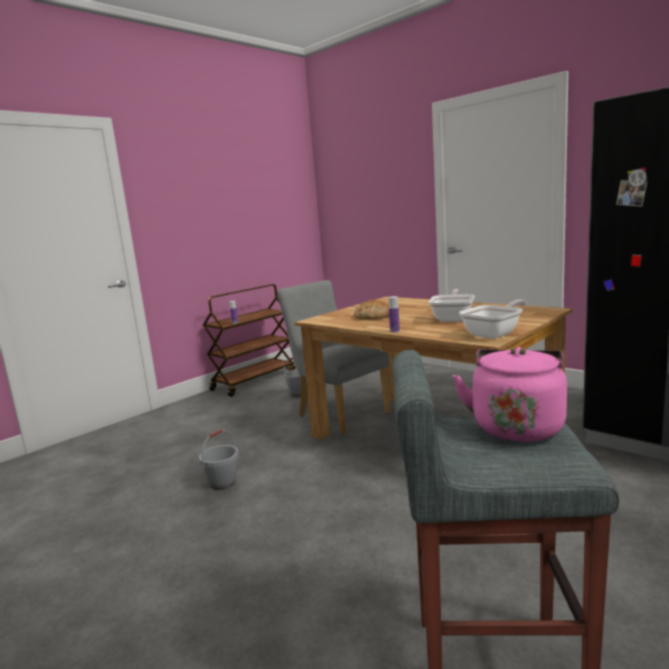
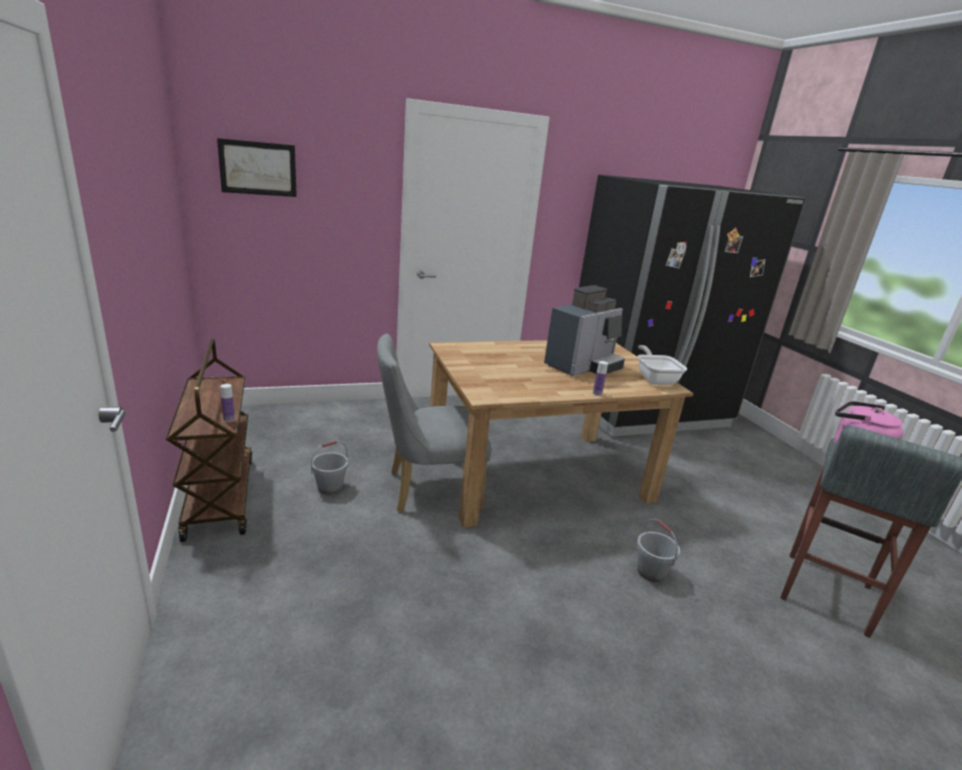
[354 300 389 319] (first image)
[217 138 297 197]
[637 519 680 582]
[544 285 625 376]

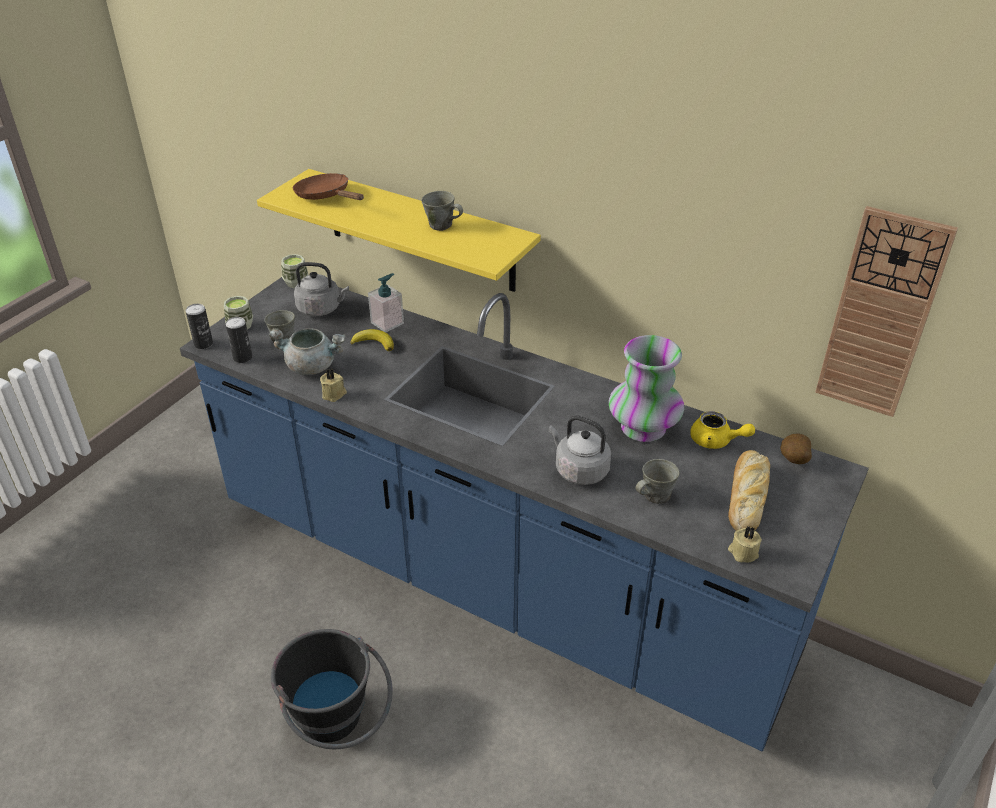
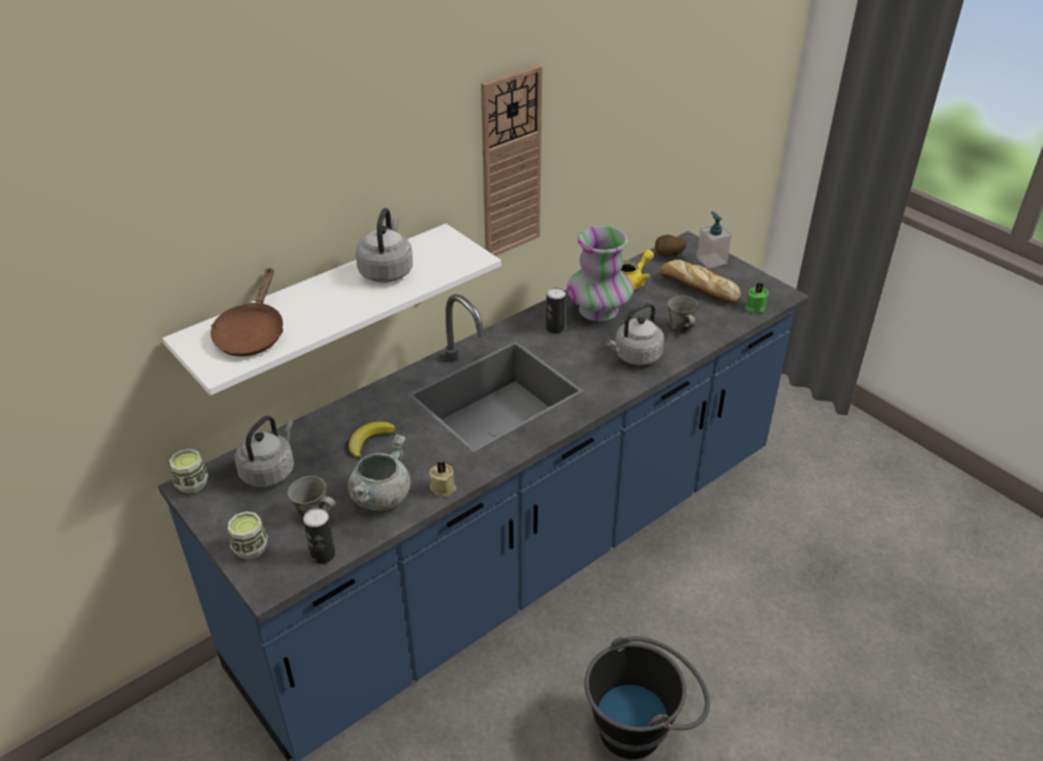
[546 287 566 333]
[697 211 732 268]
[481 64 542 256]
[356 208 413 283]
[162 224 501 395]
[745 282 769 313]
[210 268 283 357]

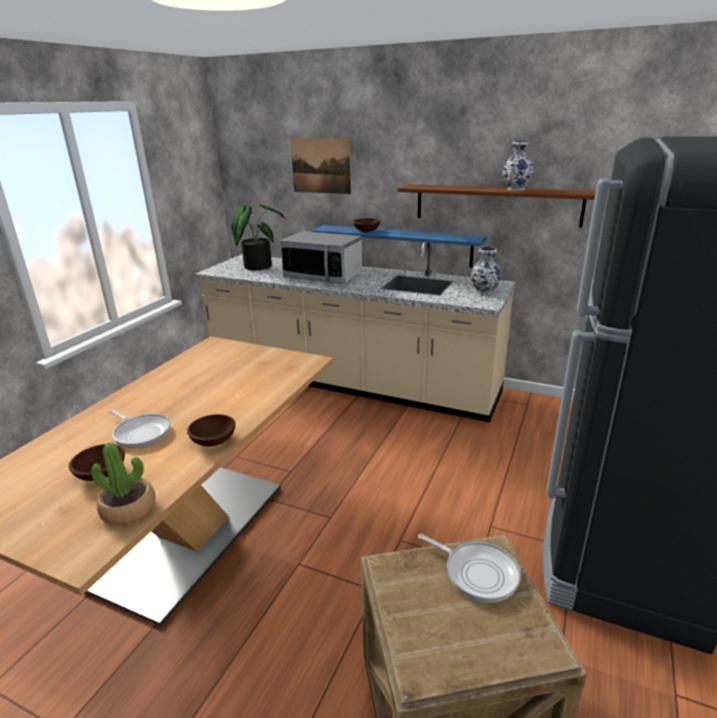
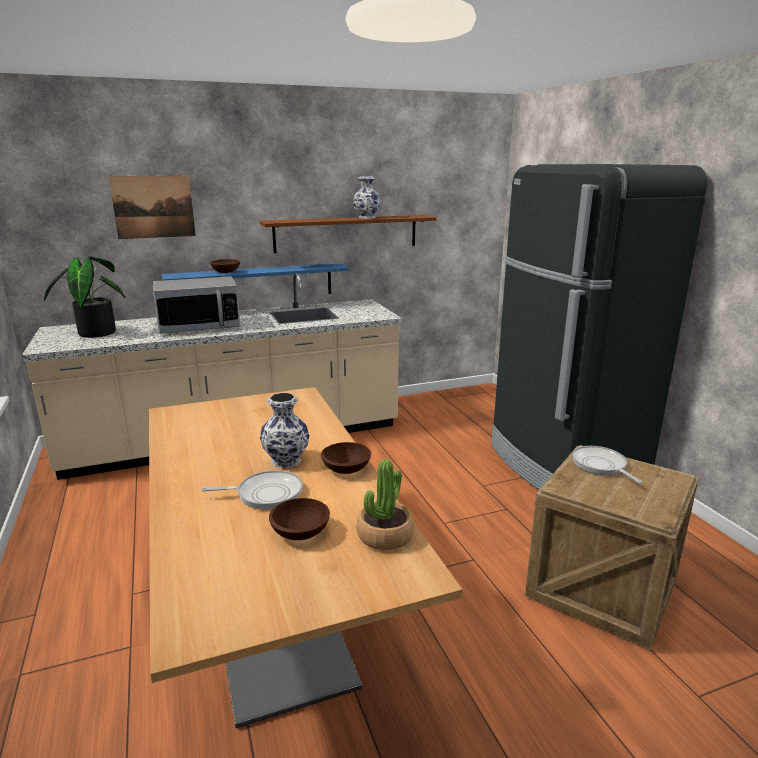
[260 392 309 468]
[572 446 643 483]

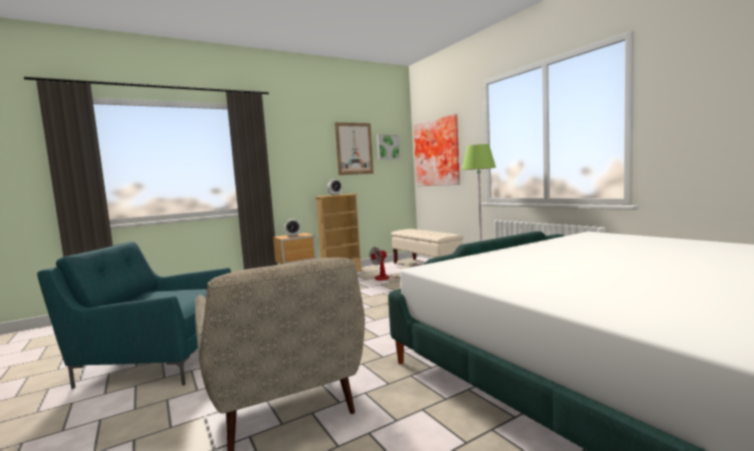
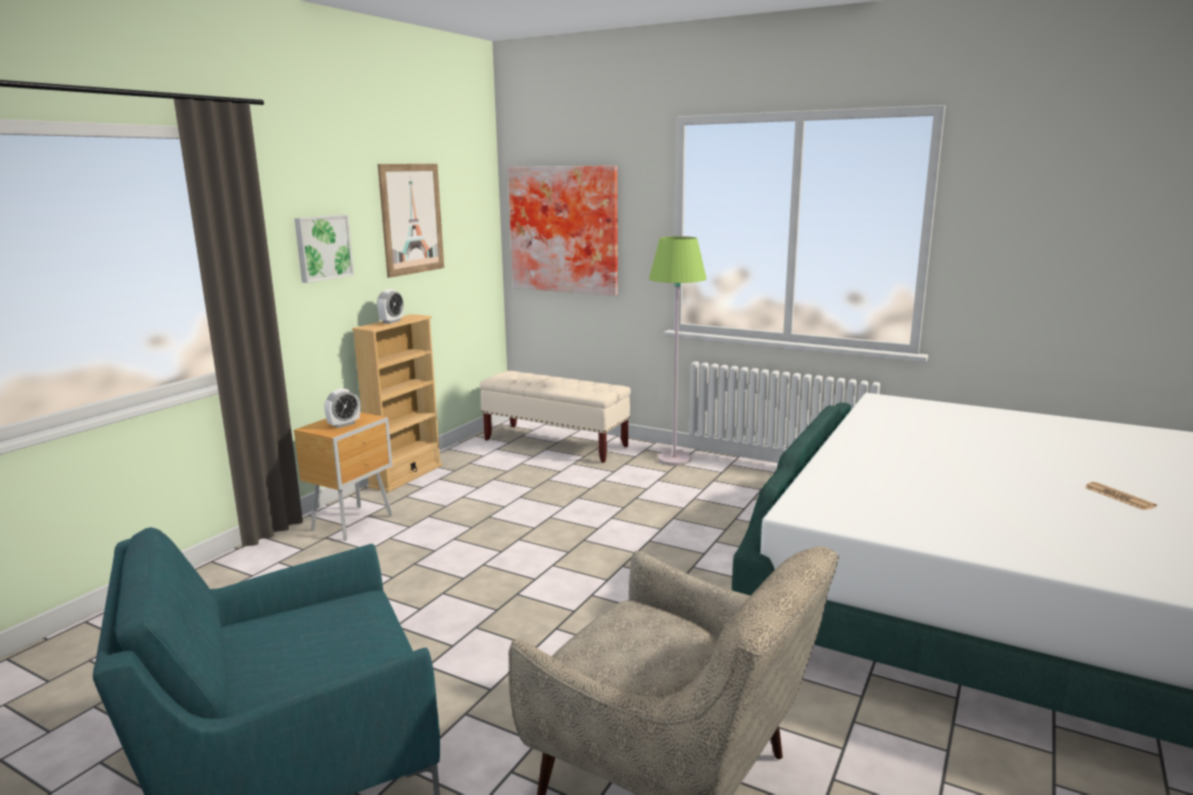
[369 247 417 280] (first image)
[1084 482 1157 510]
[294 215 354 283]

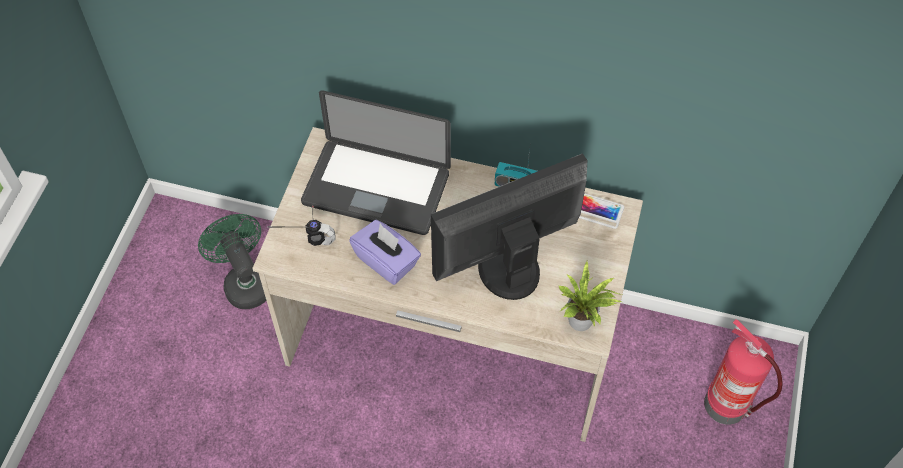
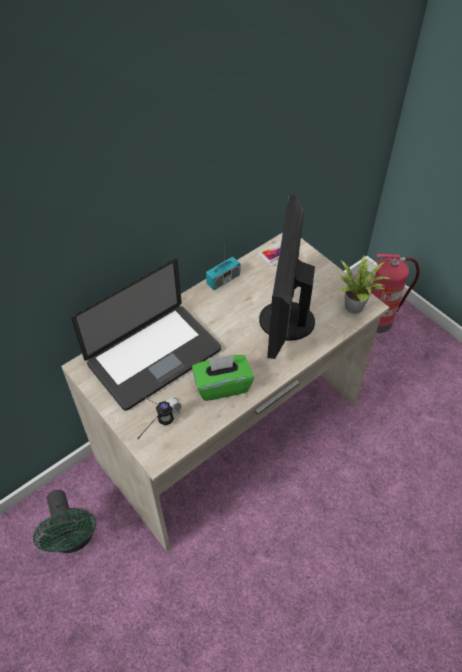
[192 355 254 401]
[33 490 96 553]

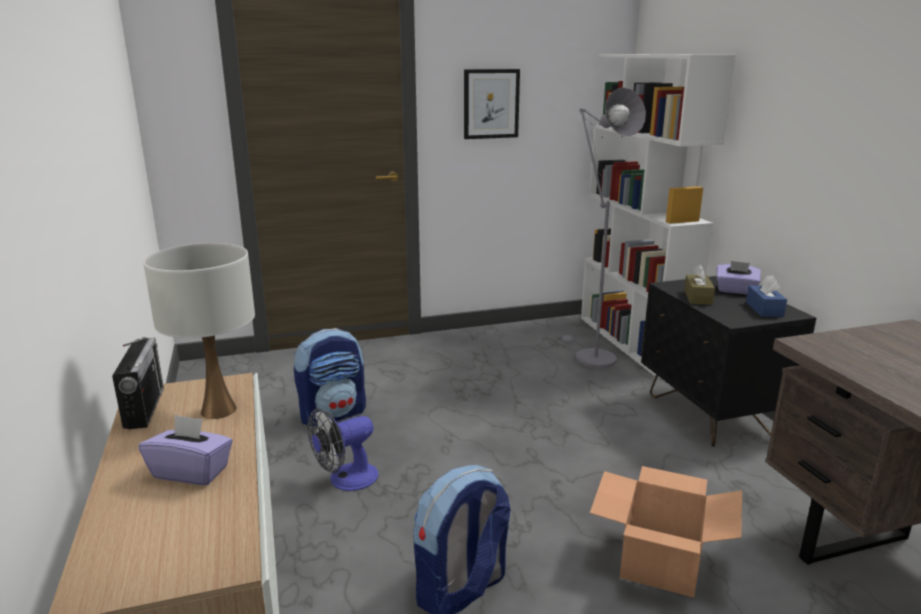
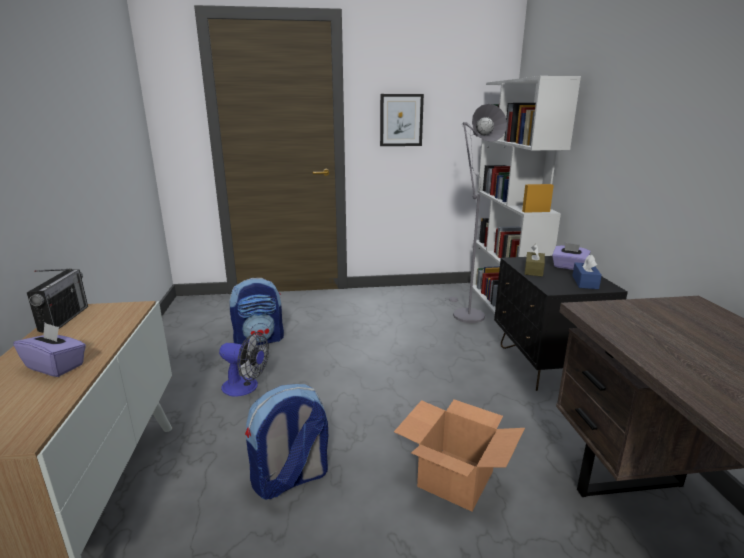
[143 243 255 419] (first image)
[219 332 269 397]

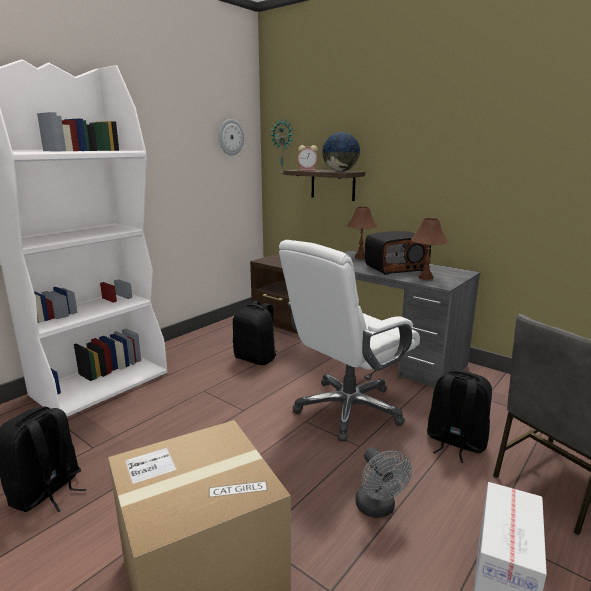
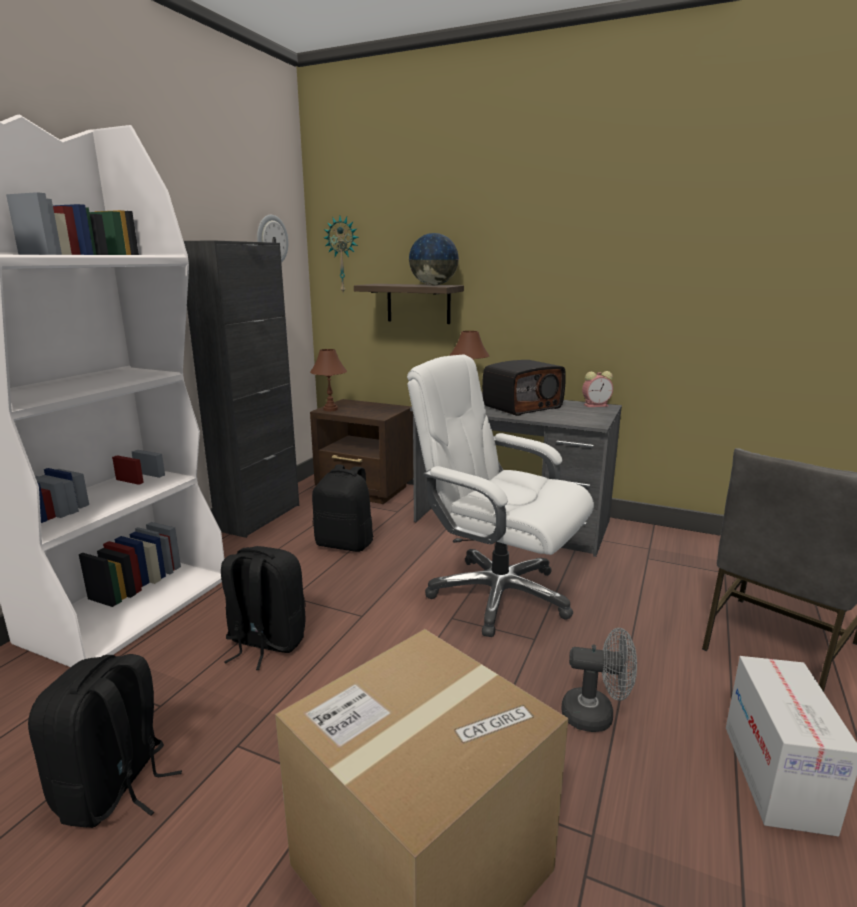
[184 240 299 538]
[582 371 613 407]
[310 349 347 411]
[221 546 306 670]
[407 355 594 637]
[561 628 637 732]

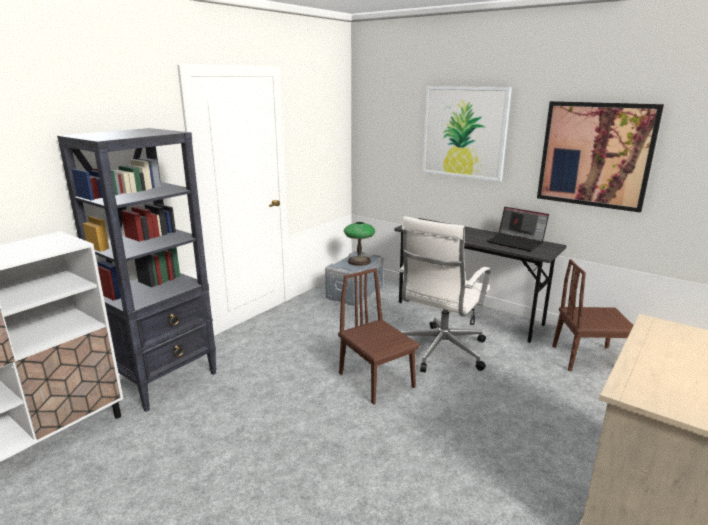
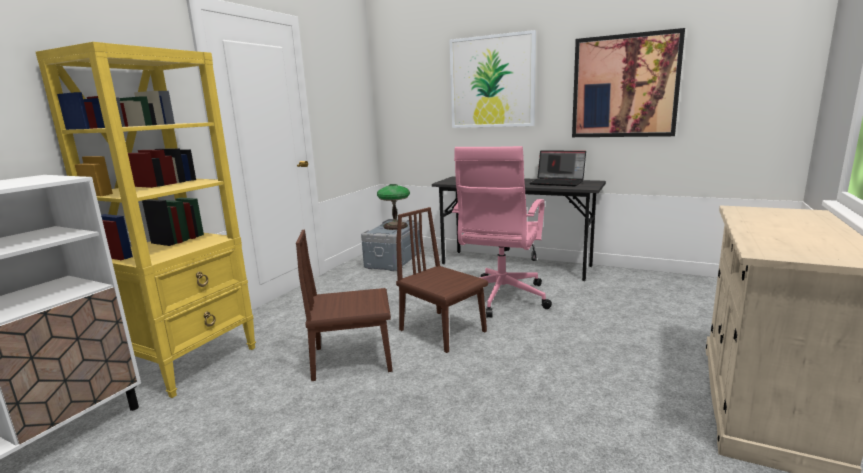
[296 230 393 381]
[36 42 256 398]
[452 146 552 318]

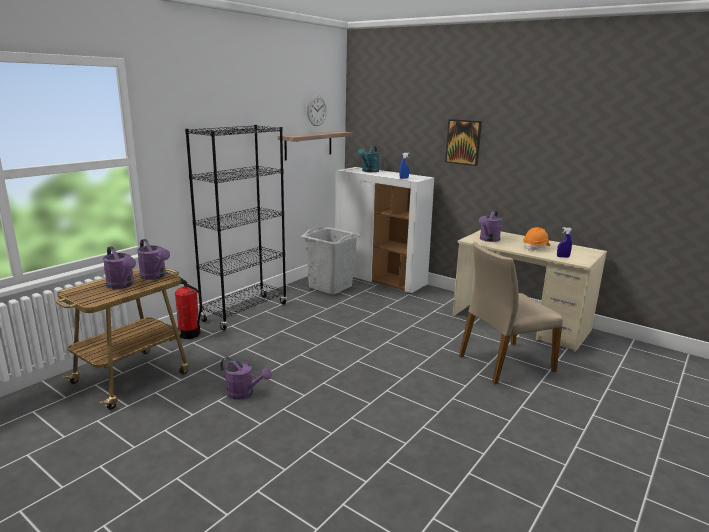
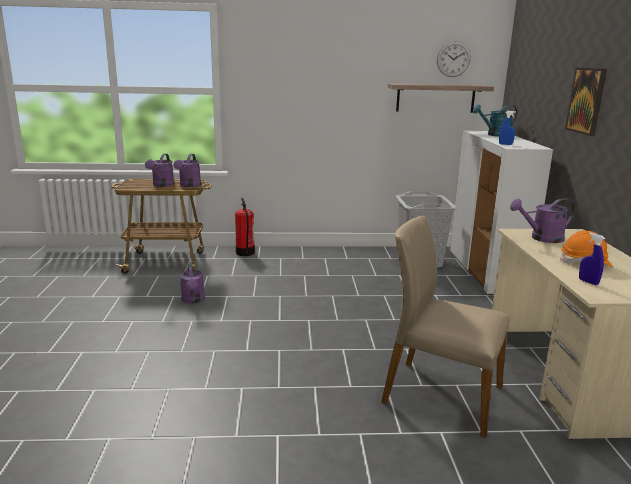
[185 125 287 330] (first image)

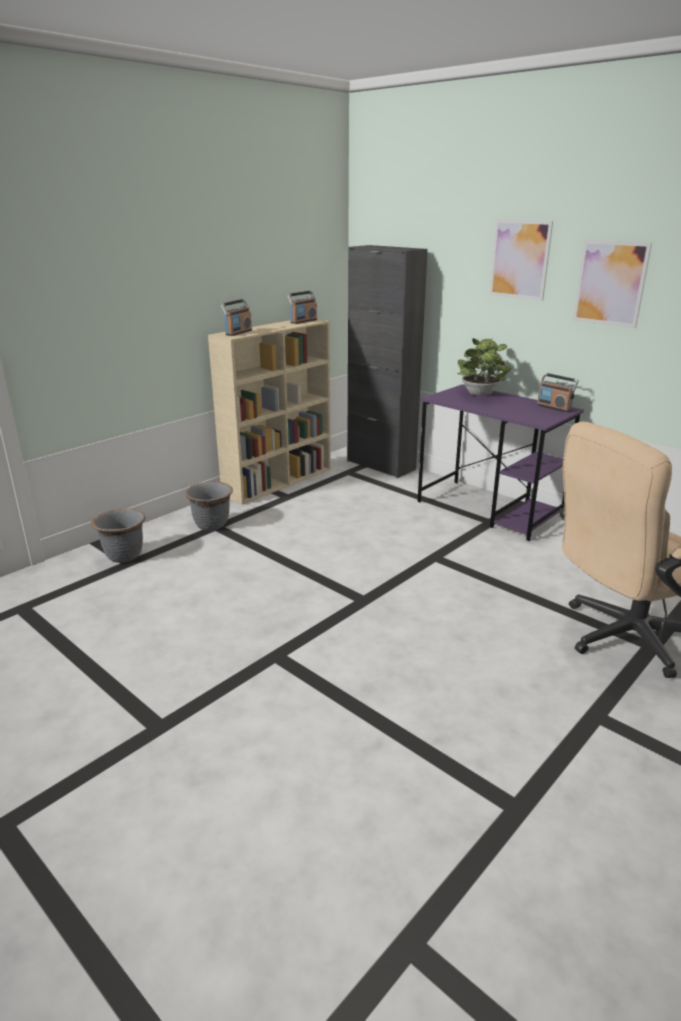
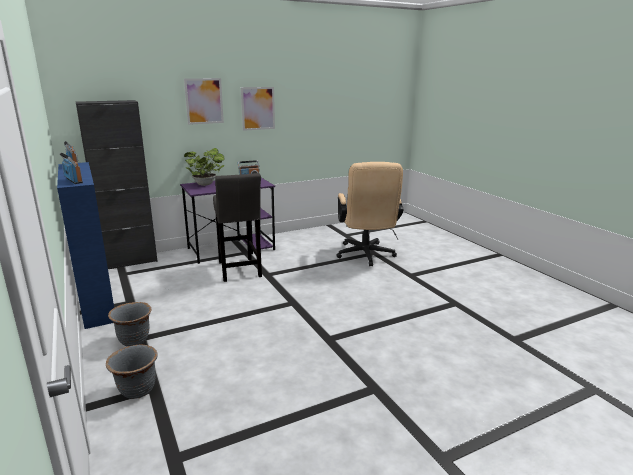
[213 173 262 282]
[57 162 114 329]

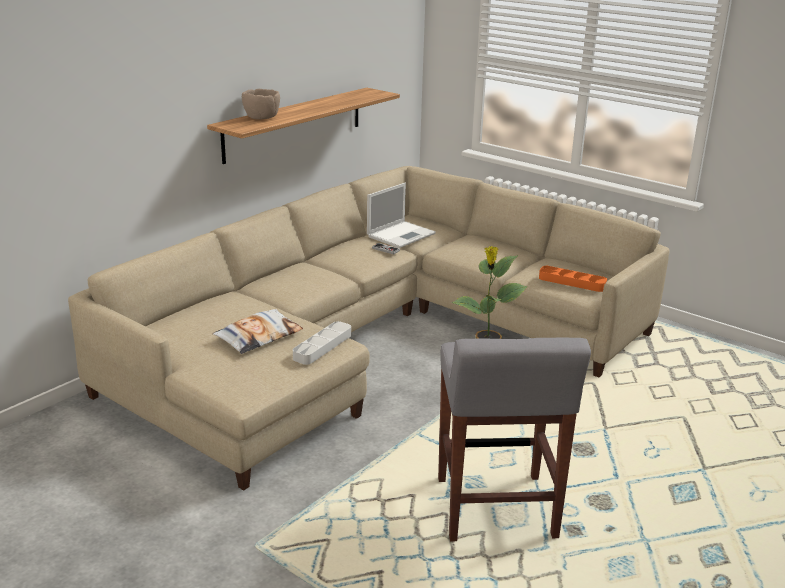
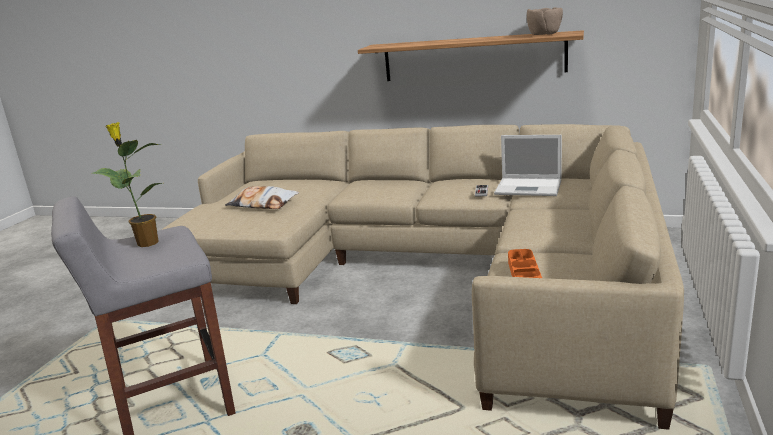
[293 321 351 365] (first image)
[527 7 563 35]

